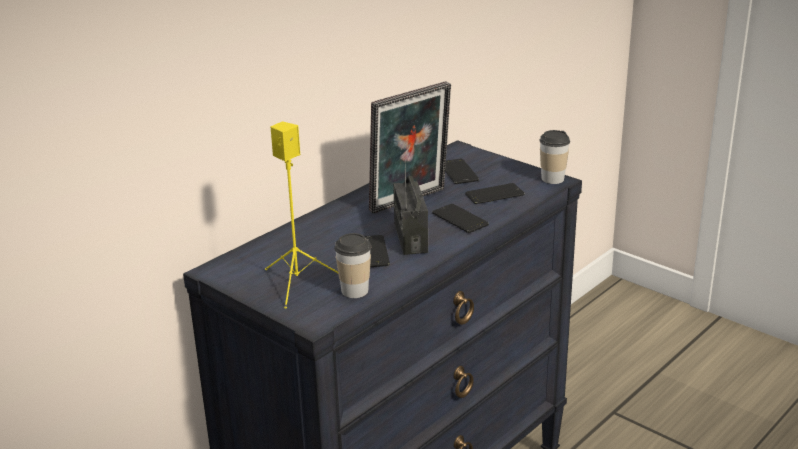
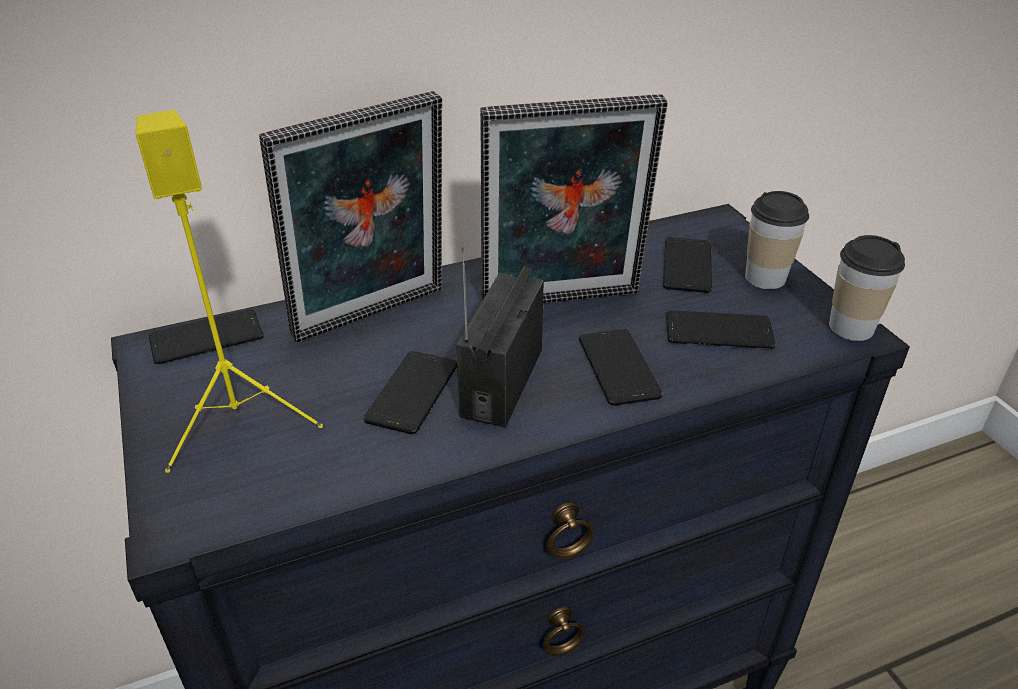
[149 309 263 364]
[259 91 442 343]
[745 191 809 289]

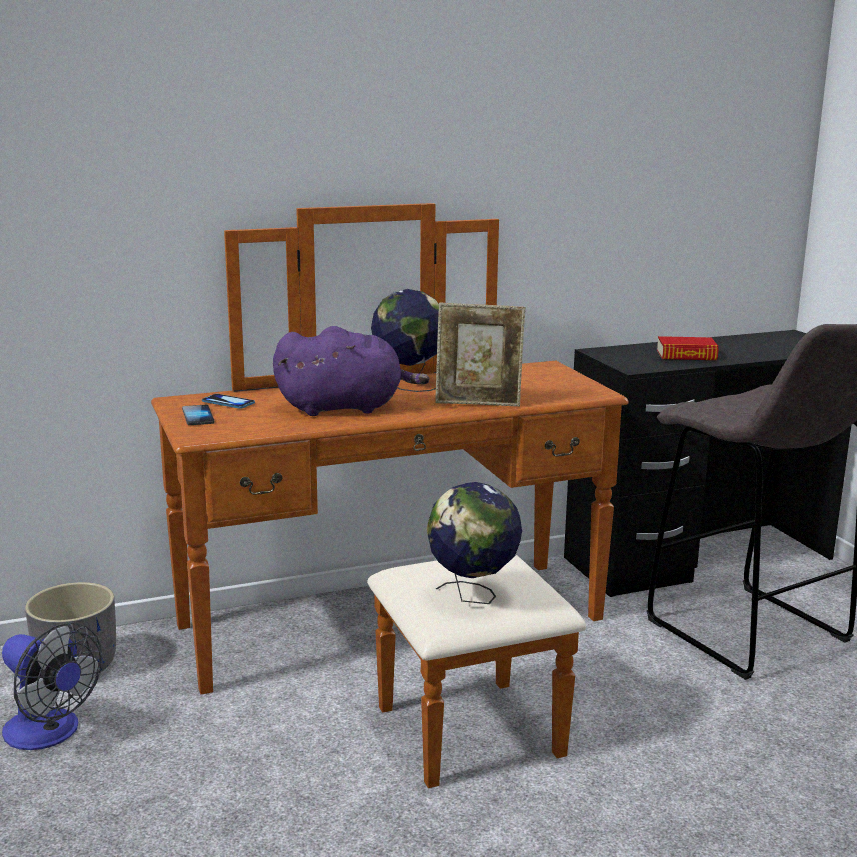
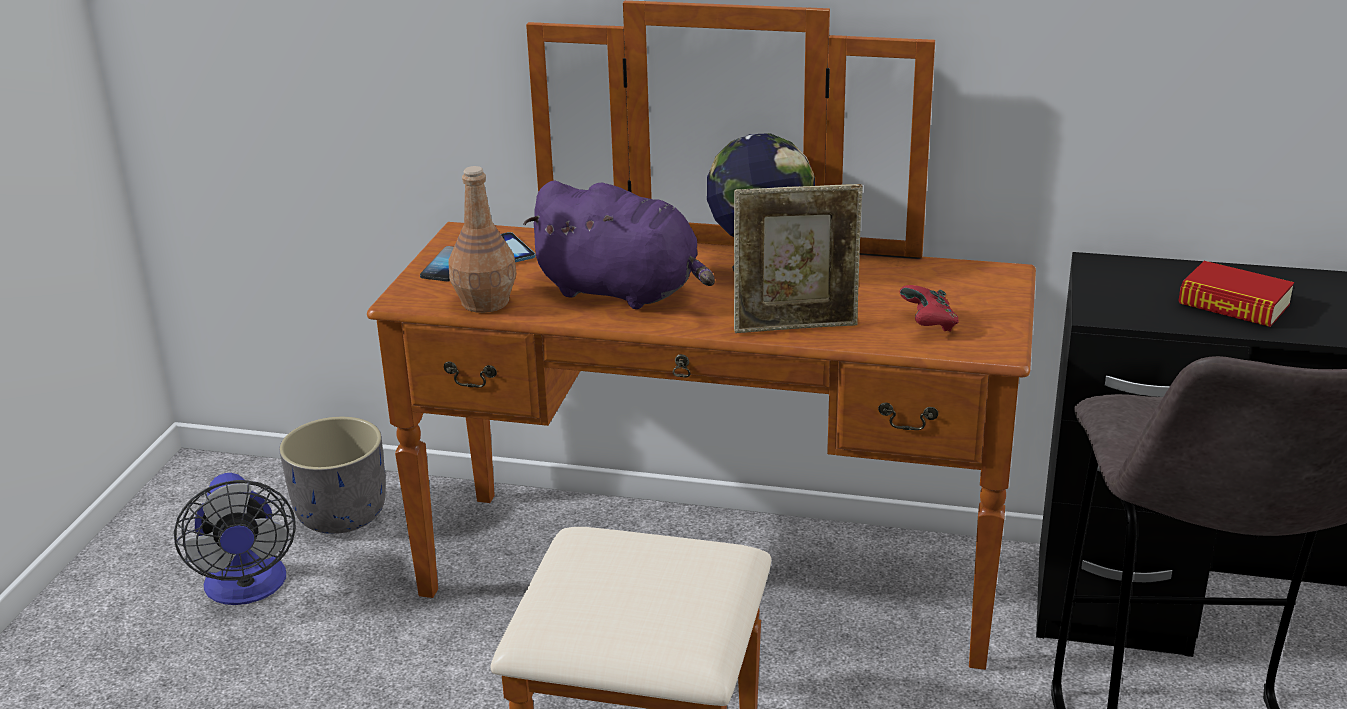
[426 482 522 604] (first image)
[448 166 517 313]
[899 285 959 332]
[734 184 863 333]

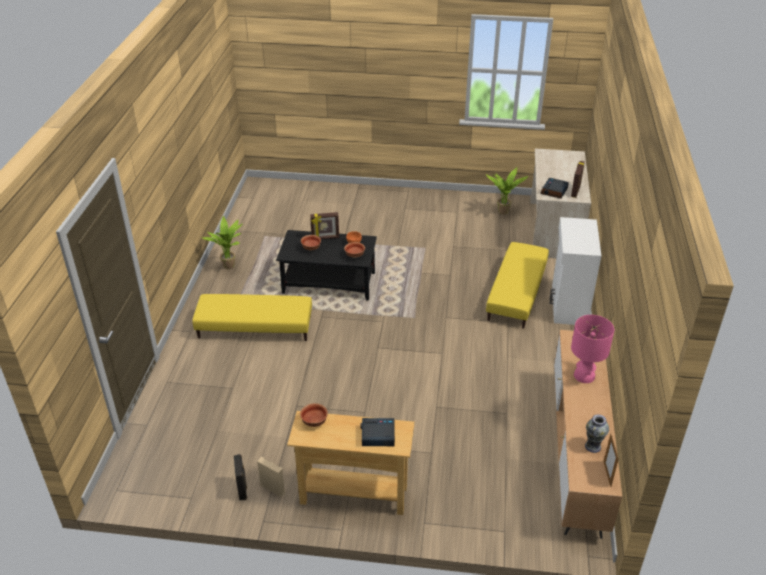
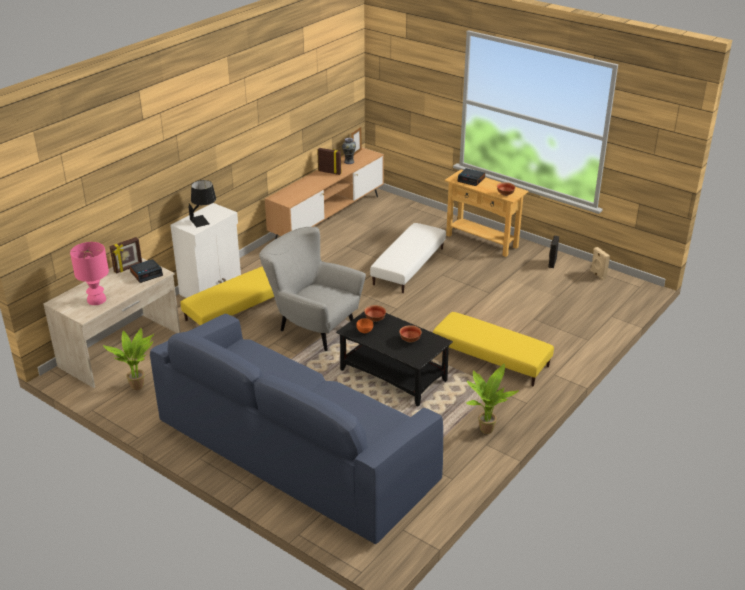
[150 314 443 544]
[188 180 216 227]
[259 227 366 351]
[370 223 446 293]
[591 247 610 280]
[317 148 341 175]
[70 242 109 305]

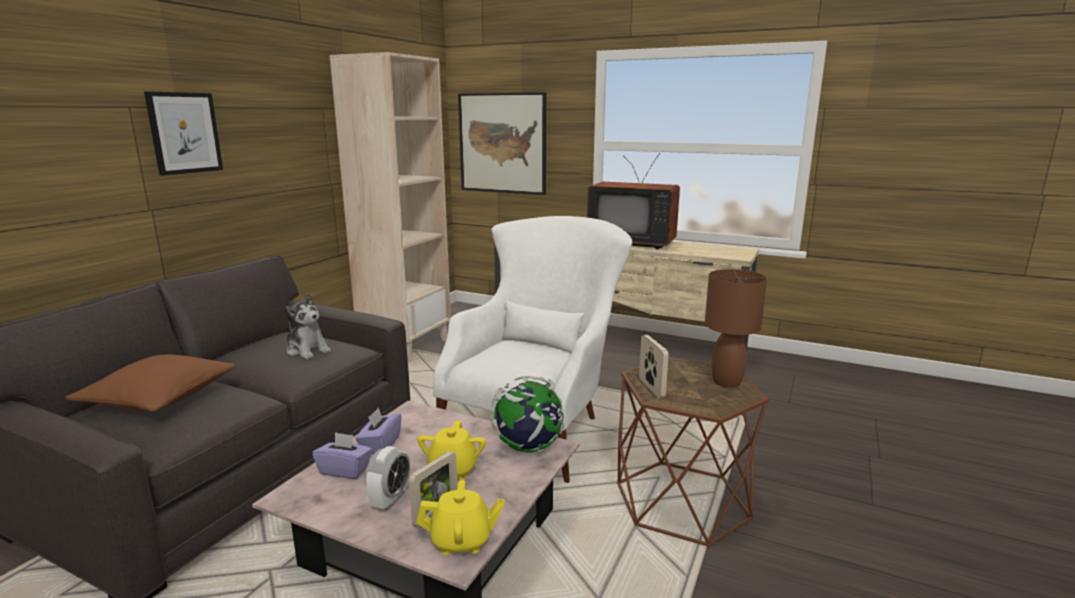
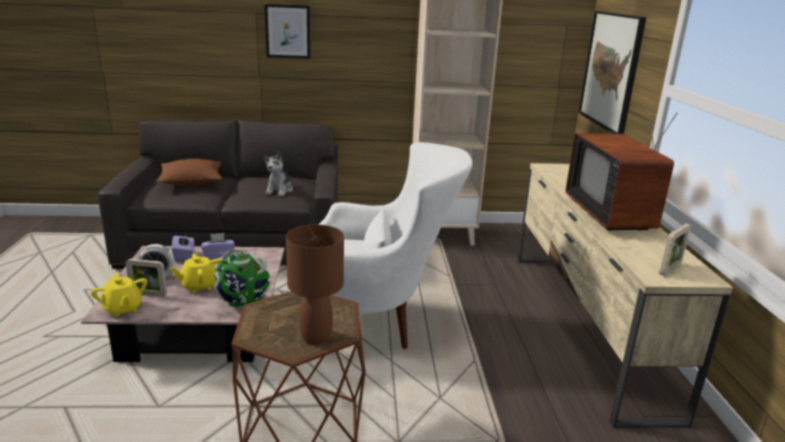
[660 223 691 276]

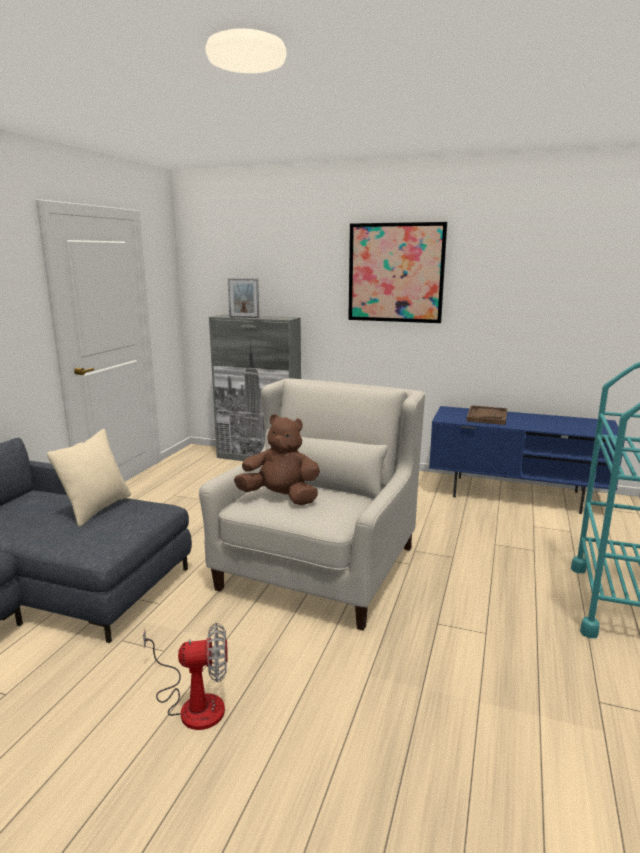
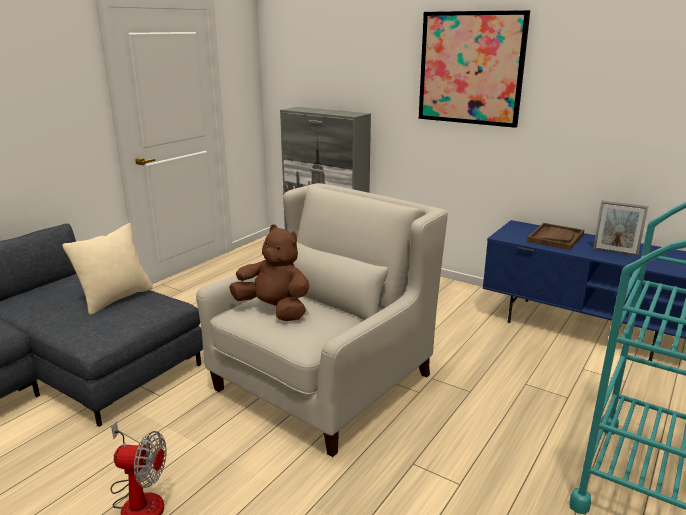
[593 201 648 256]

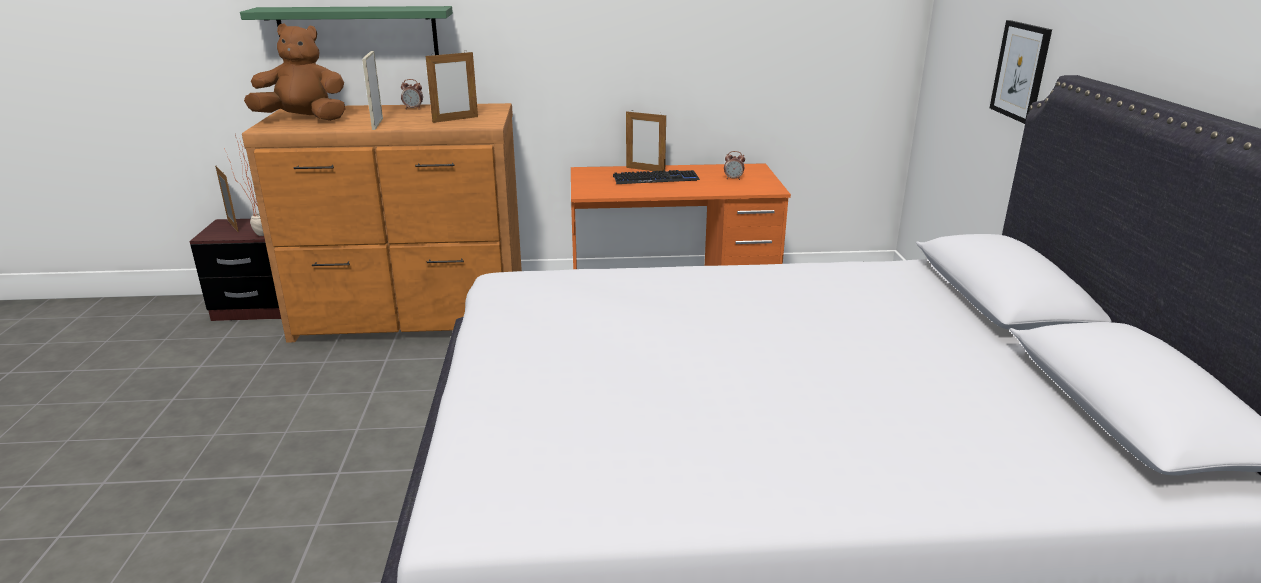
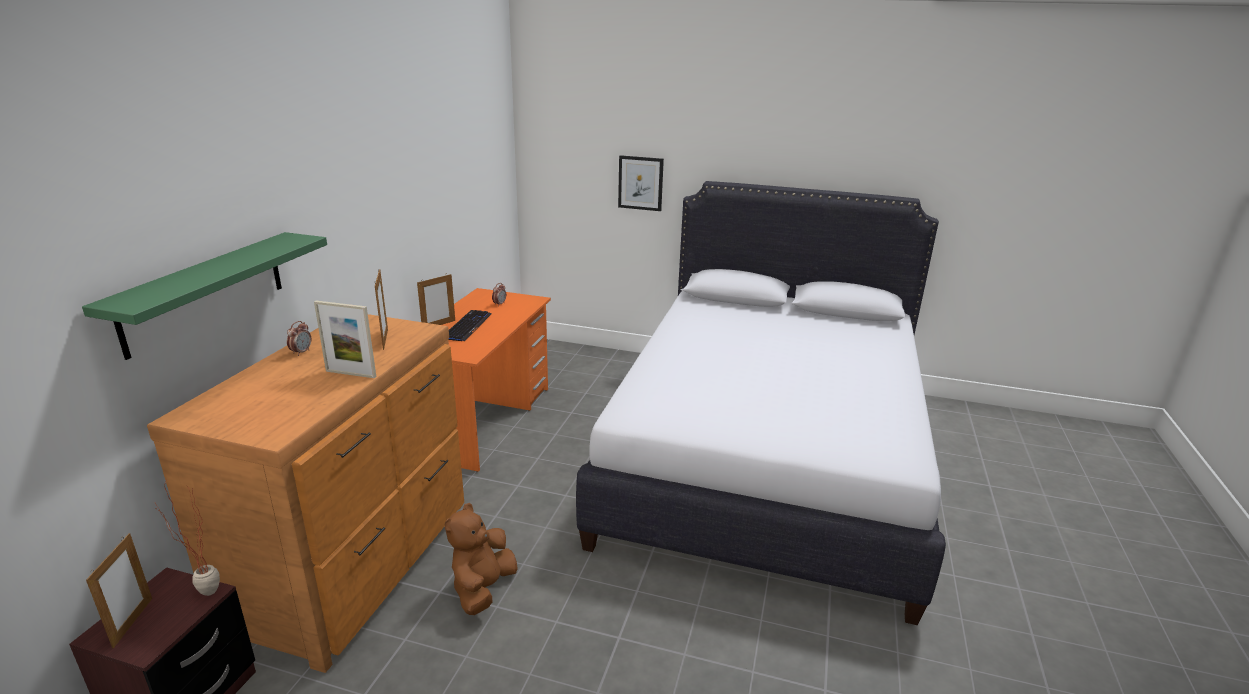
[445 503 518 615]
[86 533 152 648]

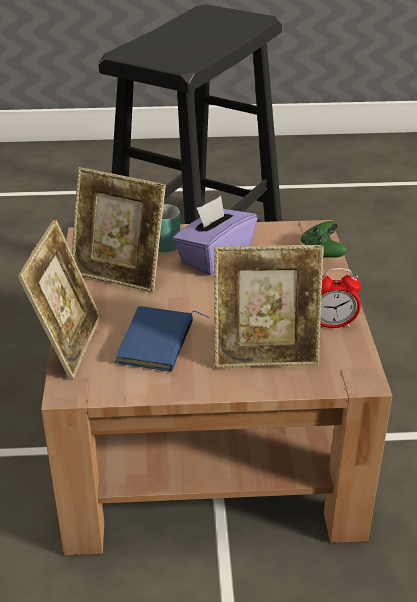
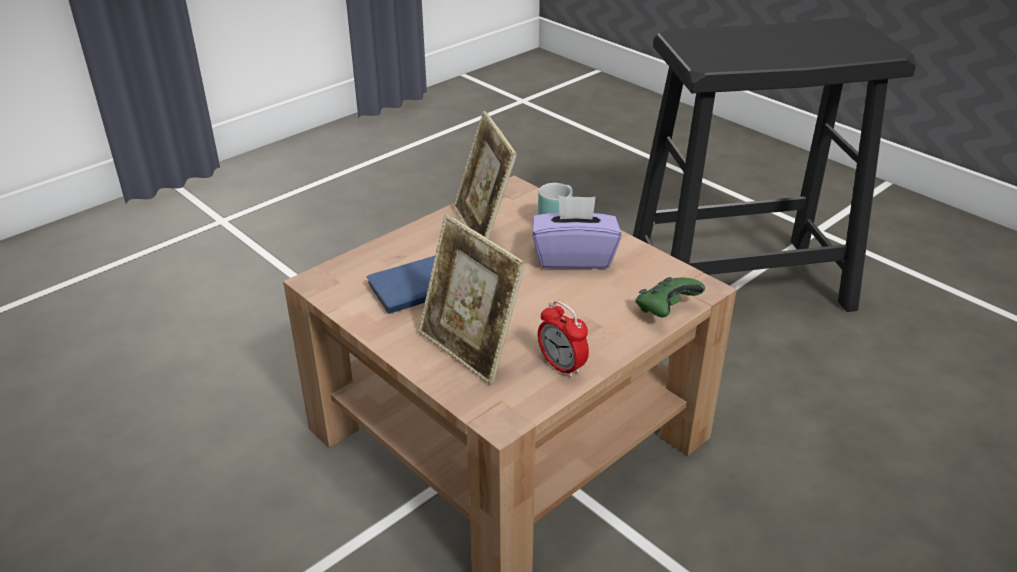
[17 219 101 380] (first image)

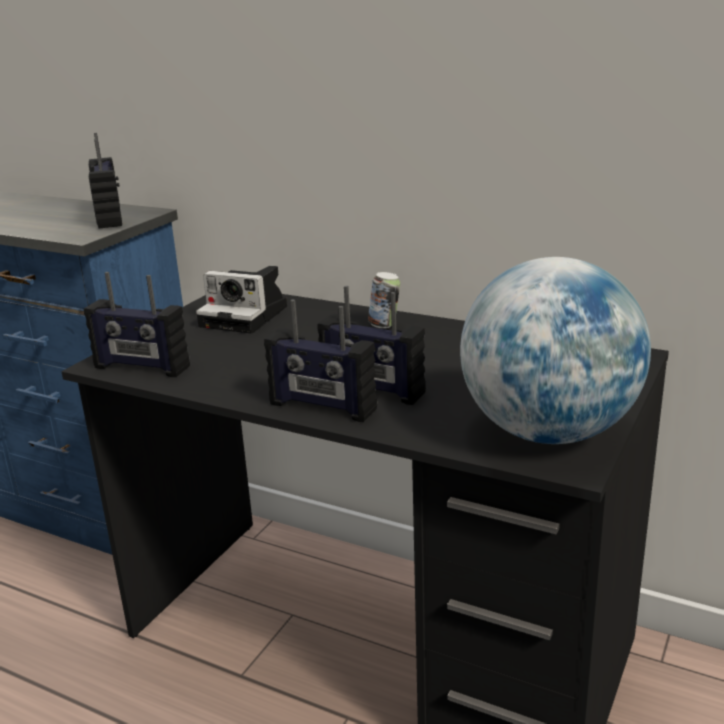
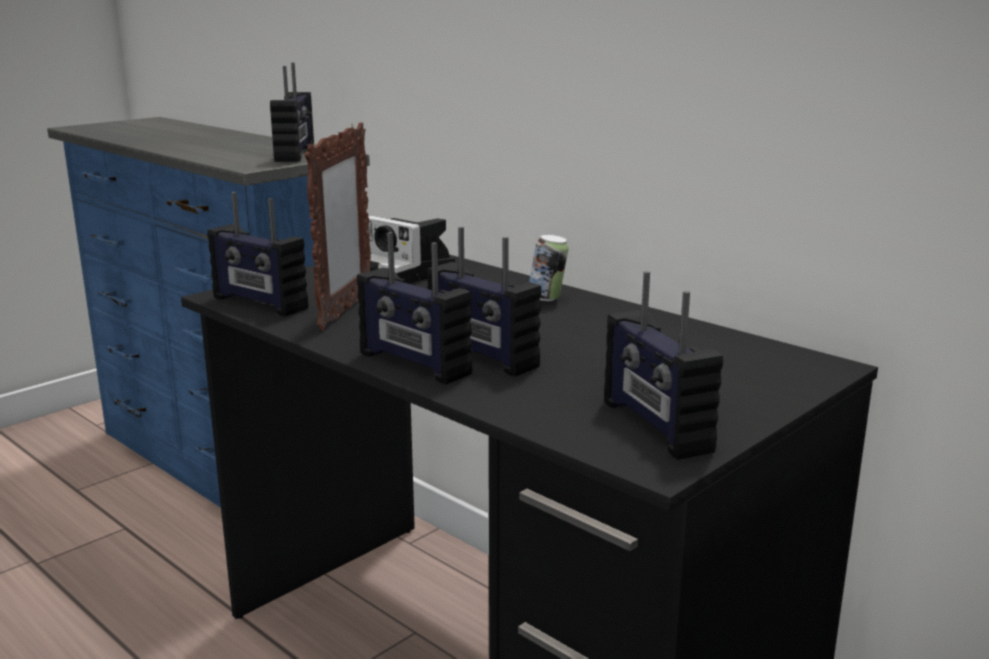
[305 123 371 331]
[604 271 723 460]

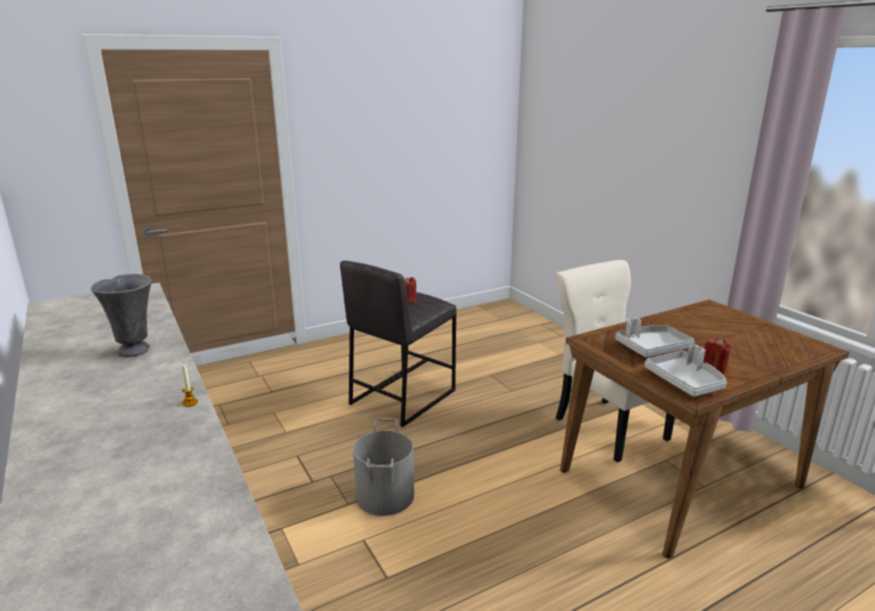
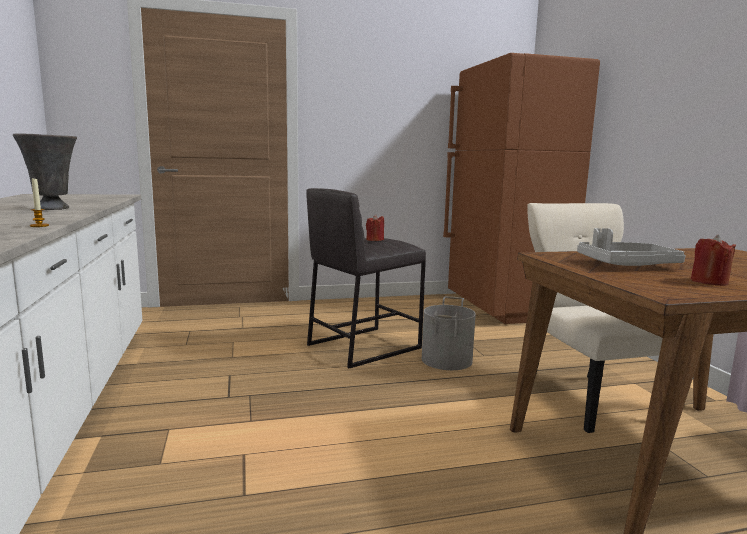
[644 345 727 397] (first image)
[443 53 600 324]
[422 296 476 370]

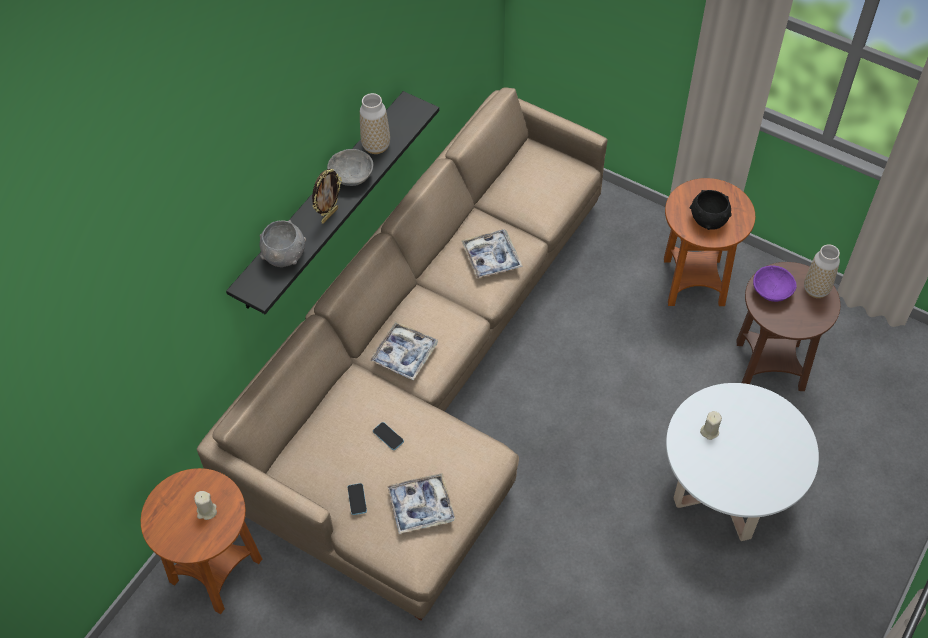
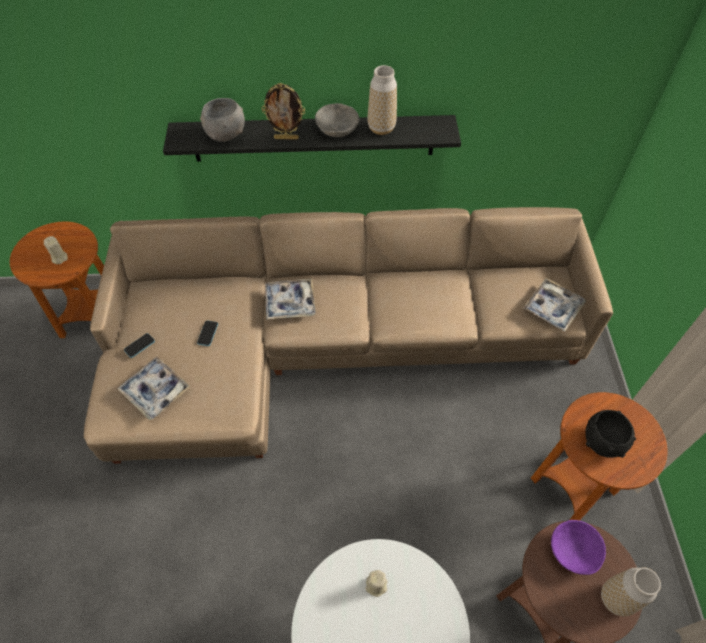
[523 278 586 332]

